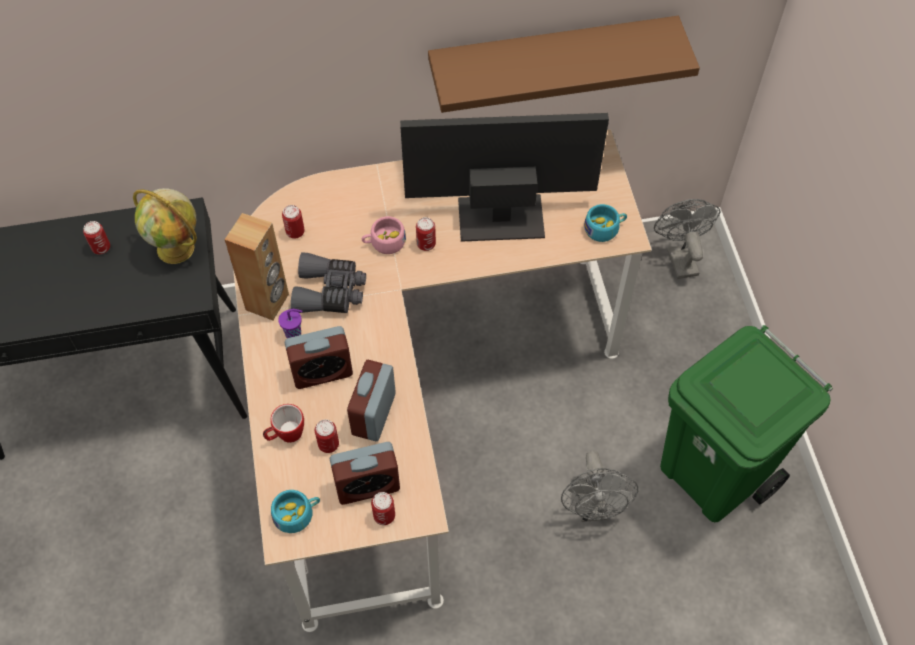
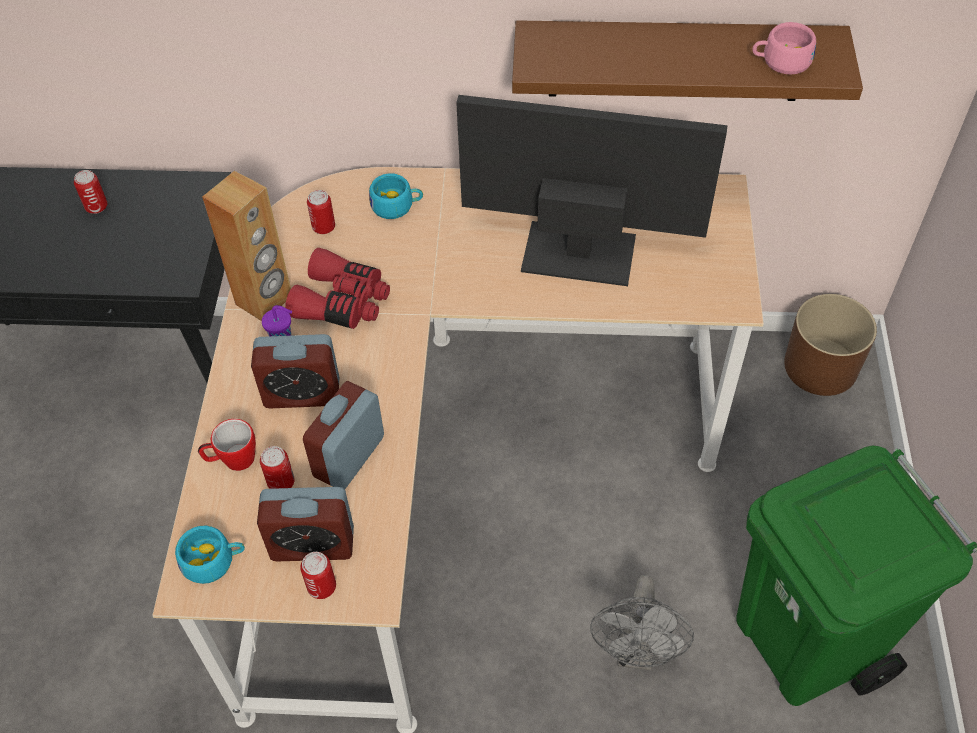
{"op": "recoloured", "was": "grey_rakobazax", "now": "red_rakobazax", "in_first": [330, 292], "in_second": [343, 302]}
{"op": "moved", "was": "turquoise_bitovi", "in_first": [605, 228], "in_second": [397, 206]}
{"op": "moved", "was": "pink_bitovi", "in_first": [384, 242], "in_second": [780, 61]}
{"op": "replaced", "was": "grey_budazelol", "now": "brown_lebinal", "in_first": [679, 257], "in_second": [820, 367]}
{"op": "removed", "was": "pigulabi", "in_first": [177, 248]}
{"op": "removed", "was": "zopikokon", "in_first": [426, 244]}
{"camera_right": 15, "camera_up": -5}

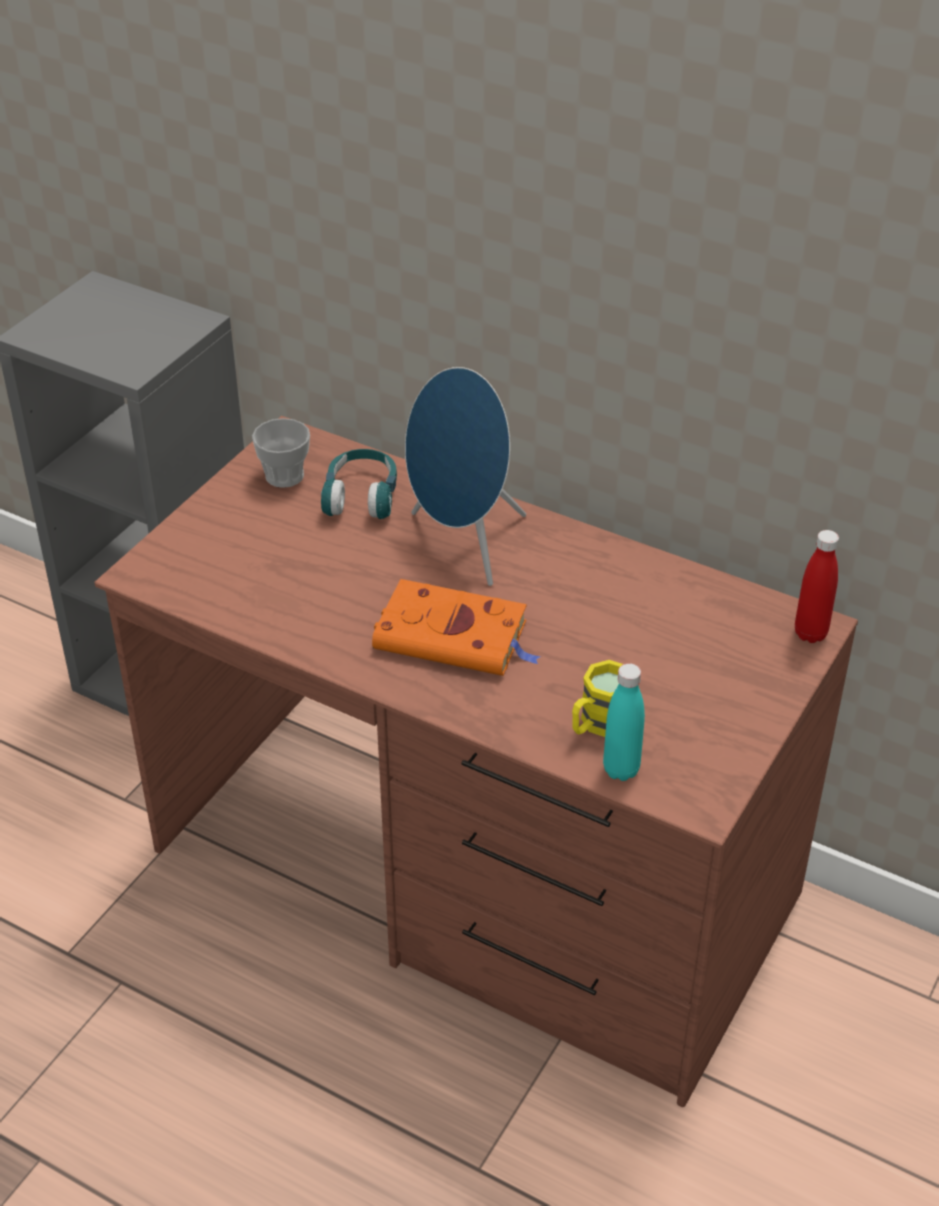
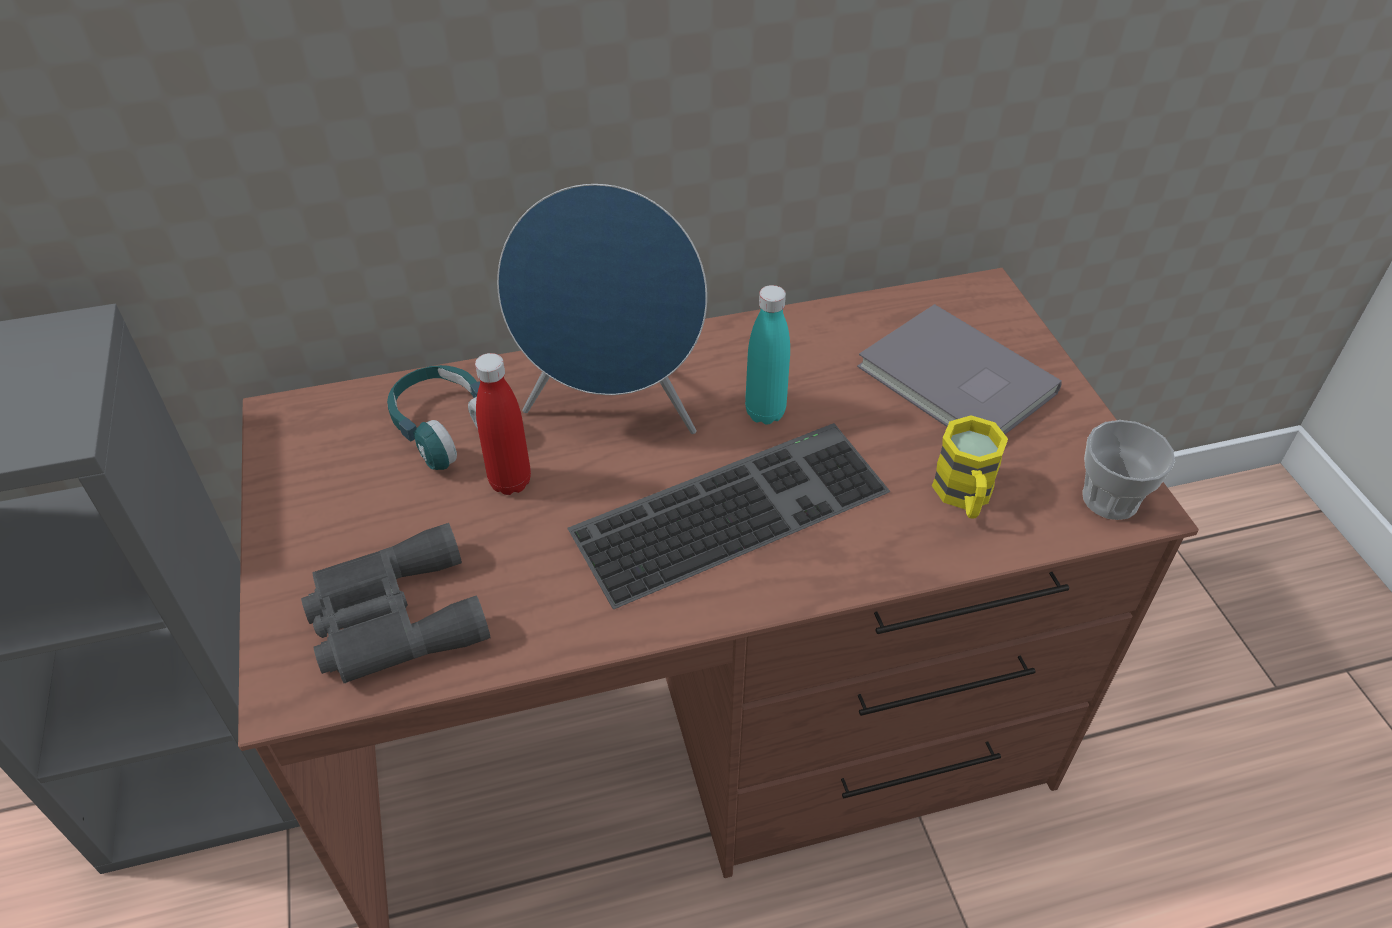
{"op": "added", "now": "grey_rakobazax", "in_second": [391, 618]}
{"op": "moved", "was": "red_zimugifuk", "in_first": [810, 633], "in_second": [510, 482]}
{"op": "replaced", "was": "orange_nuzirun", "now": "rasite", "in_first": [455, 637], "in_second": [731, 507]}
{"op": "moved", "was": "turquoise_zimugifuk", "in_first": [621, 769], "in_second": [765, 413]}
{"op": "added", "now": "grey_nuzirun", "in_second": [955, 383]}
{"op": "moved", "was": "bitovi", "in_first": [284, 476], "in_second": [1110, 499]}
{"camera_right": -45, "camera_up": 5}

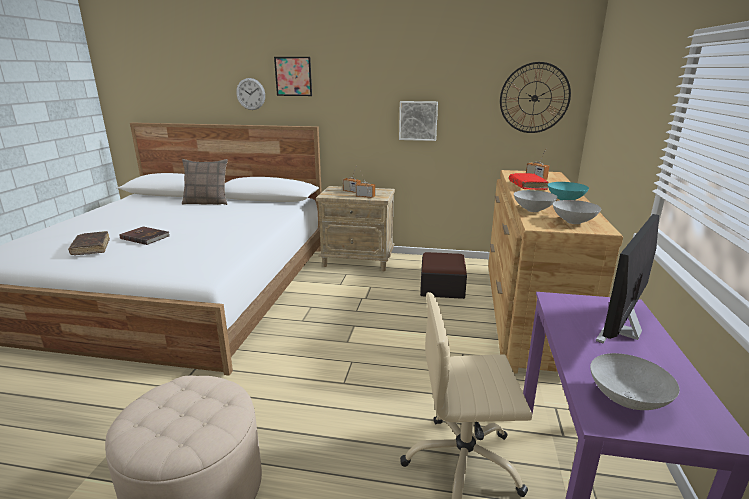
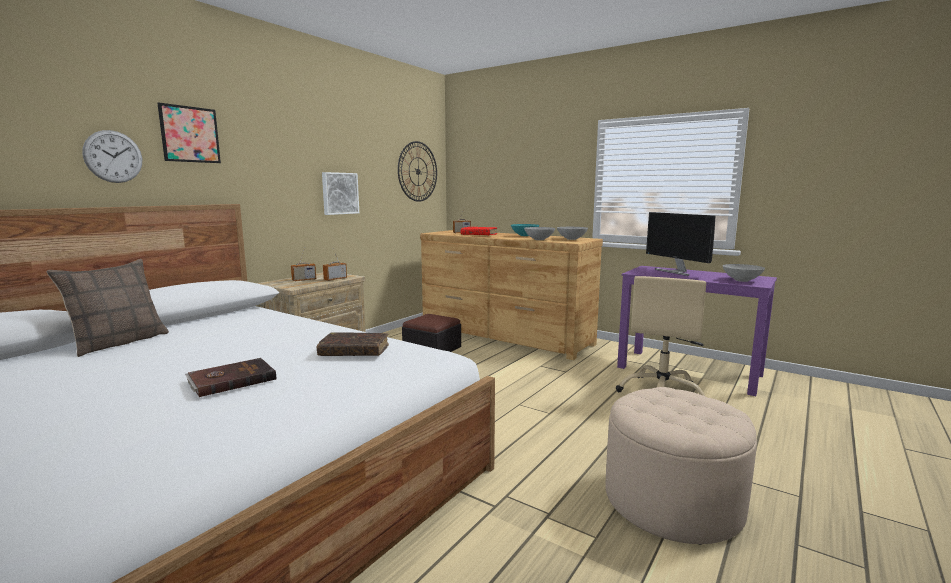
{"op": "moved", "was": "brown_nuzirun", "in_first": [91, 248], "in_second": [354, 352]}
{"camera_right": -65, "camera_up": -10}

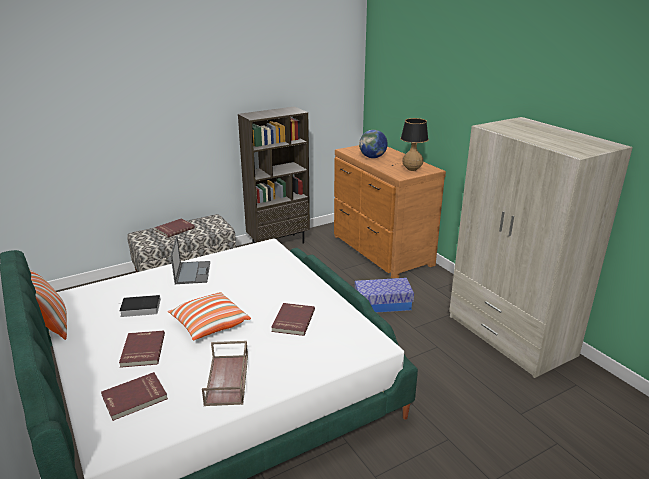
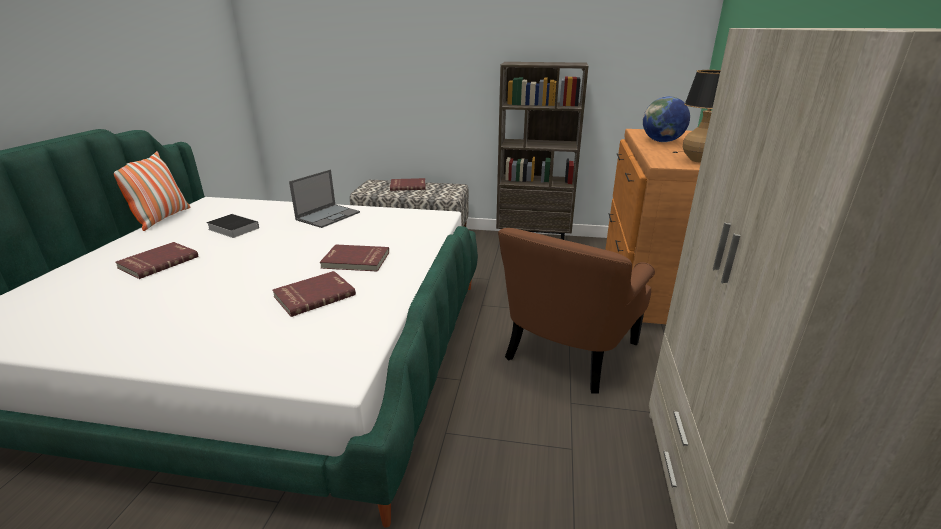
{"op": "moved", "was": "red_nuzirun", "in_first": [135, 398], "in_second": [355, 261]}
{"op": "replaced", "was": "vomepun", "now": "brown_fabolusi", "in_first": [382, 304], "in_second": [567, 351]}
{"op": "removed", "was": "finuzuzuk", "in_first": [209, 325]}
{"op": "removed", "was": "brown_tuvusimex", "in_first": [228, 380]}
{"camera_right": 40, "camera_up": 0}

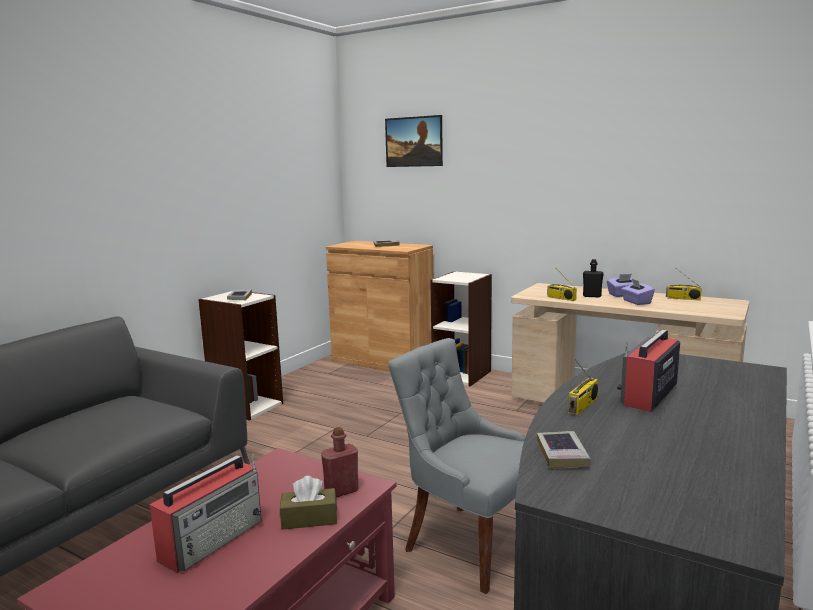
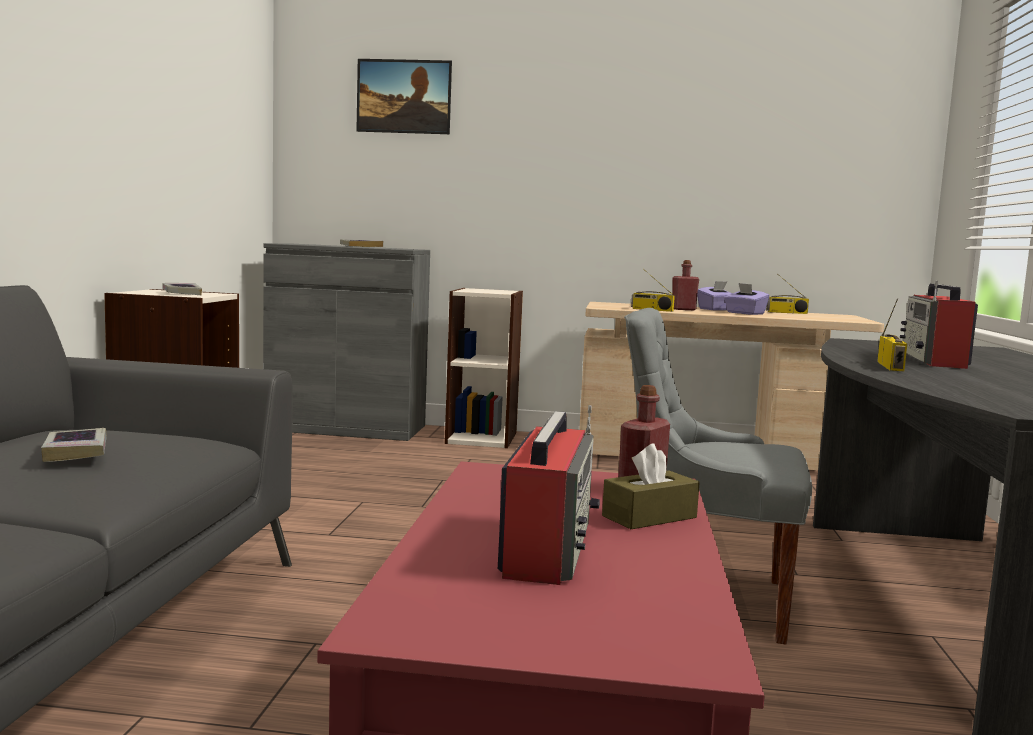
{"op": "moved", "was": "nuzirun", "in_first": [562, 454], "in_second": [76, 451]}
{"op": "recoloured", "was": "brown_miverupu", "now": "grey_miverupu", "in_first": [382, 361], "in_second": [346, 428]}
{"op": "recoloured", "was": "black_zimugifuk", "now": "red_zimugifuk", "in_first": [592, 296], "in_second": [683, 309]}
{"camera_right": -25, "camera_up": -5}

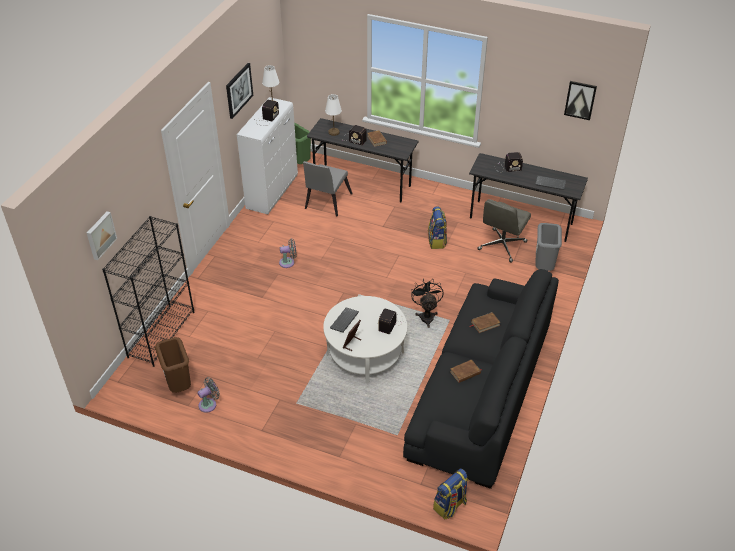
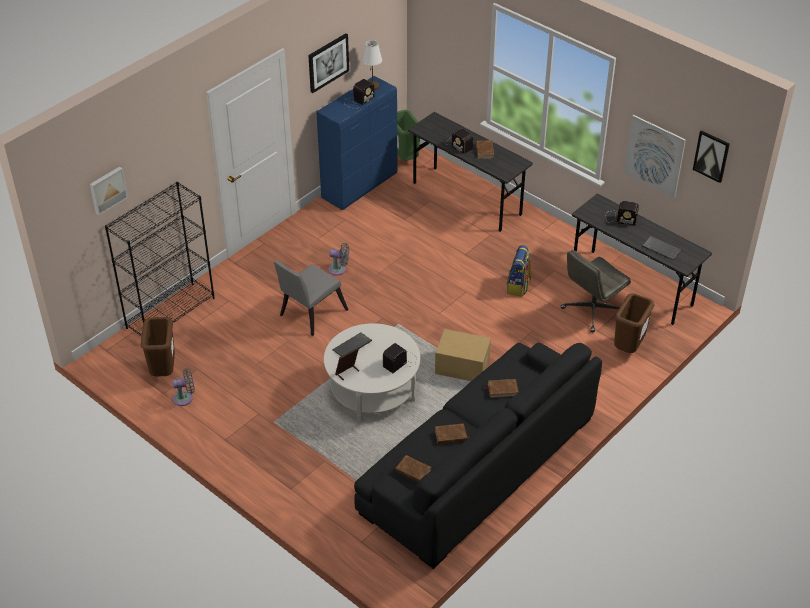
{"op": "moved", "was": "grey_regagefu", "in_first": [326, 203], "in_second": [310, 314]}
{"op": "recoloured", "was": "white_miverupu", "now": "blue_miverupu", "in_first": [272, 192], "in_second": [360, 186]}
{"op": "added", "now": "brown_nuzirun", "in_second": [413, 471]}
{"op": "replaced", "was": "black_budazelol", "now": "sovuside", "in_first": [426, 315], "in_second": [461, 367]}
{"op": "recoloured", "was": "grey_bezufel", "now": "brown_bezufel", "in_first": [544, 267], "in_second": [628, 348]}
{"op": "added", "now": "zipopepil", "in_second": [654, 156]}
{"op": "removed", "was": "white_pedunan", "in_first": [334, 132]}
{"op": "removed", "was": "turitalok", "in_first": [450, 506]}
{"camera_right": 20, "camera_up": 0}

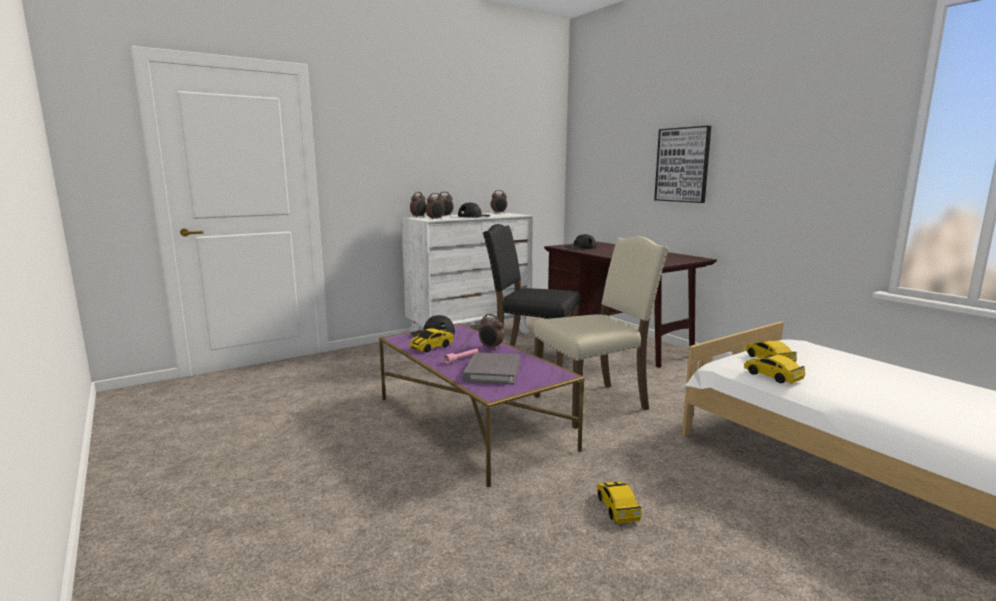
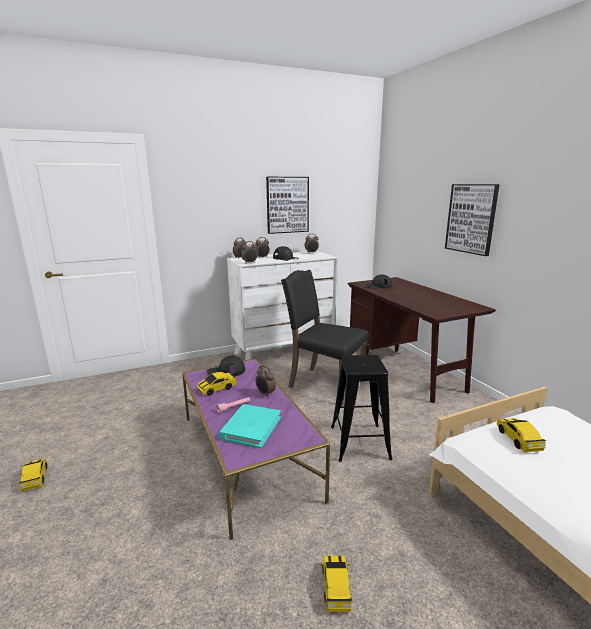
{"op": "moved", "was": "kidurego", "in_first": [772, 376], "in_second": [35, 478]}
{"op": "recoloured", "was": "grey_nuzirun", "now": "turquoise_nuzirun", "in_first": [492, 372], "in_second": [251, 428]}
{"op": "added", "now": "zipopepil", "in_second": [287, 205]}
{"op": "replaced", "was": "beige_regagefu", "now": "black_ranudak", "in_first": [593, 403], "in_second": [359, 442]}
{"camera_right": 10, "camera_up": 5}

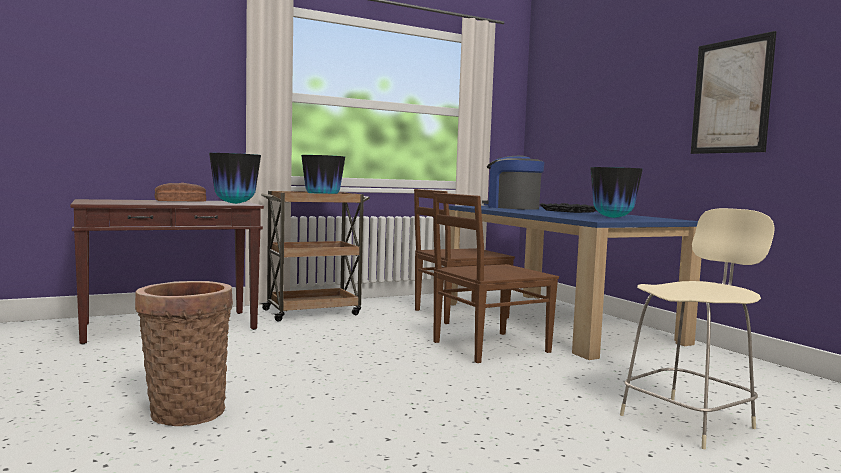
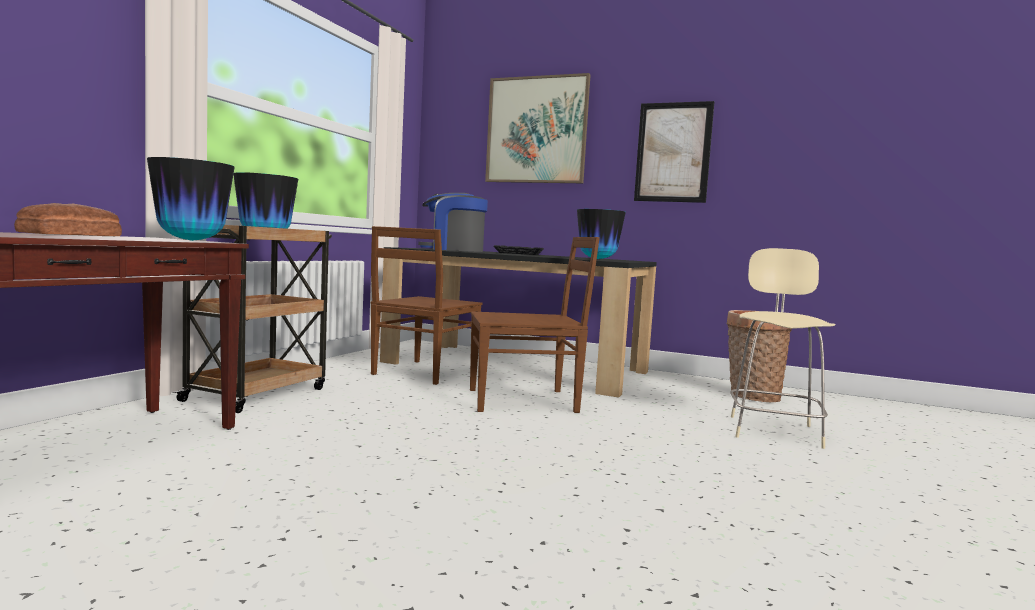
{"op": "recoloured", "was": "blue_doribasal", "now": "black_doribasal", "in_first": [554, 321], "in_second": [517, 367]}
{"op": "turned", "was": "brown_regagefu", "in_first": [488, 347], "in_second": [525, 401], "clockwise": -120}
{"op": "added", "now": "zipopepil", "in_second": [536, 130]}
{"op": "moved", "was": "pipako", "in_first": [185, 410], "in_second": [751, 396]}
{"camera_right": -40, "camera_up": 0}

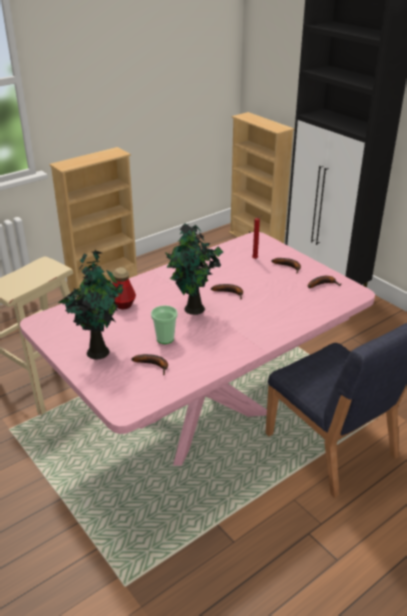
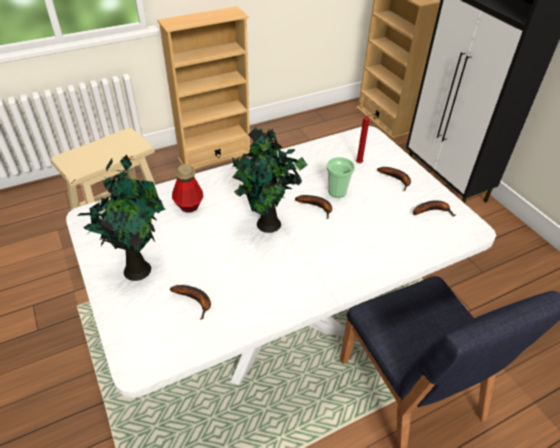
{"op": "recoloured", "was": "pink_doribasal", "now": "white_doribasal", "in_first": [202, 418], "in_second": [276, 328]}
{"op": "moved", "was": "bitovi", "in_first": [165, 338], "in_second": [337, 191]}
{"camera_right": 10, "camera_up": 10}

